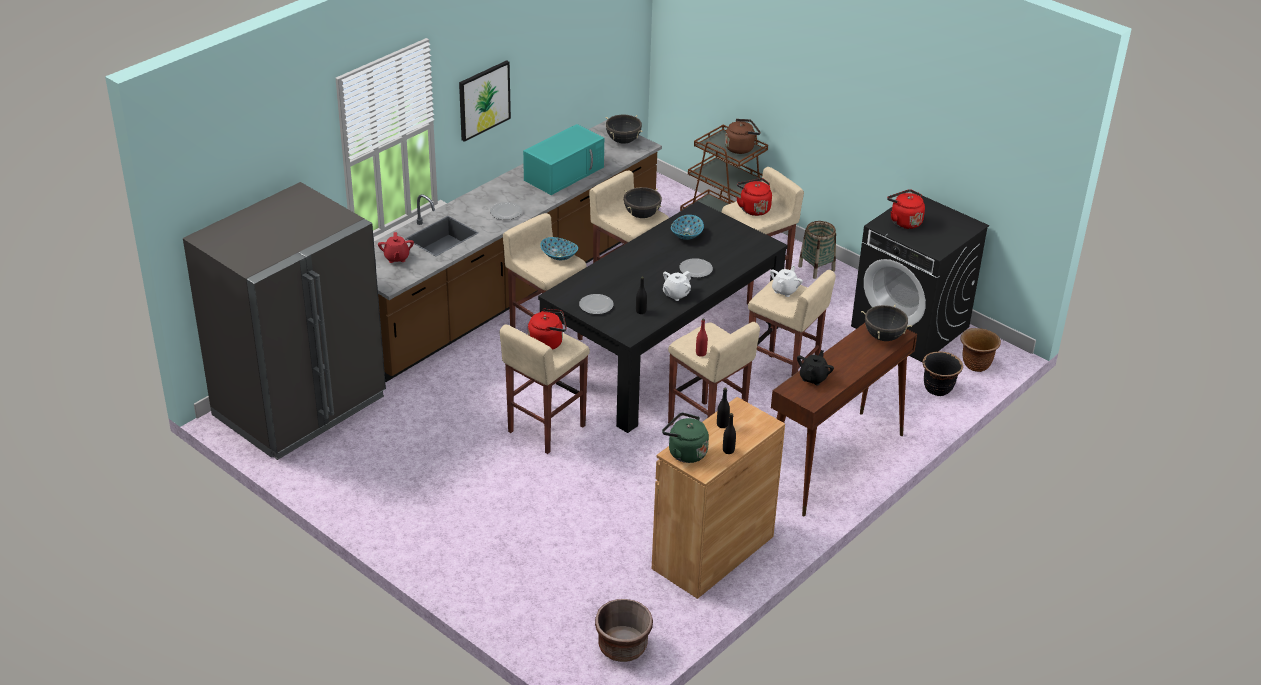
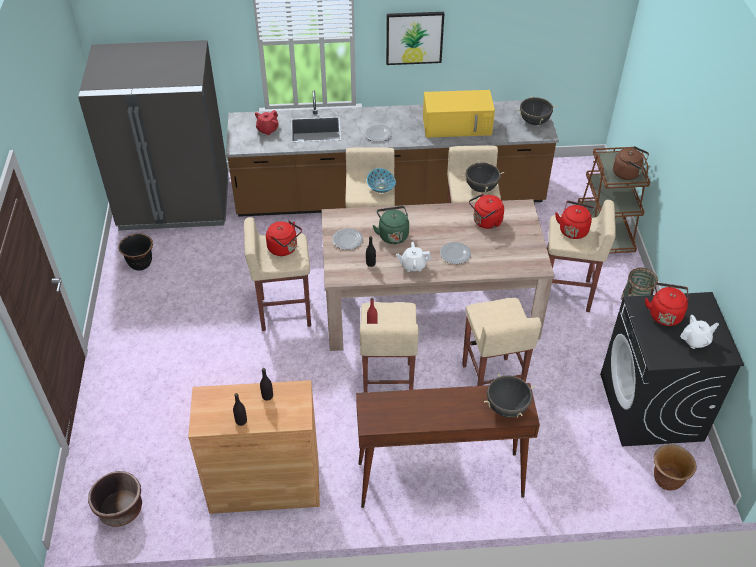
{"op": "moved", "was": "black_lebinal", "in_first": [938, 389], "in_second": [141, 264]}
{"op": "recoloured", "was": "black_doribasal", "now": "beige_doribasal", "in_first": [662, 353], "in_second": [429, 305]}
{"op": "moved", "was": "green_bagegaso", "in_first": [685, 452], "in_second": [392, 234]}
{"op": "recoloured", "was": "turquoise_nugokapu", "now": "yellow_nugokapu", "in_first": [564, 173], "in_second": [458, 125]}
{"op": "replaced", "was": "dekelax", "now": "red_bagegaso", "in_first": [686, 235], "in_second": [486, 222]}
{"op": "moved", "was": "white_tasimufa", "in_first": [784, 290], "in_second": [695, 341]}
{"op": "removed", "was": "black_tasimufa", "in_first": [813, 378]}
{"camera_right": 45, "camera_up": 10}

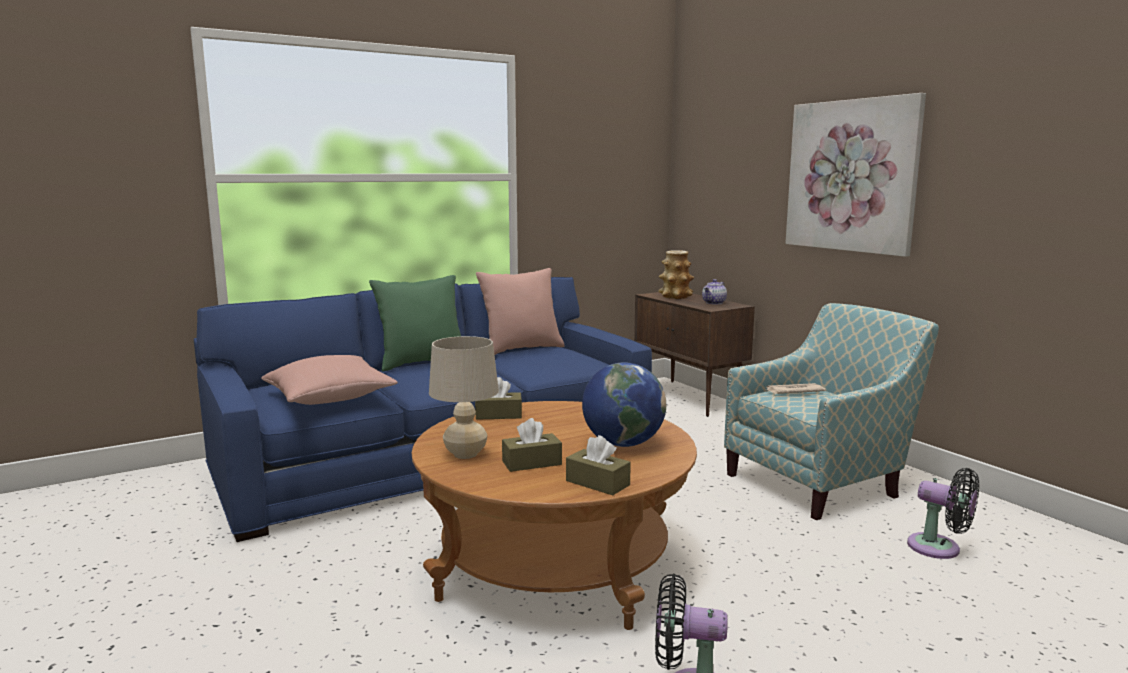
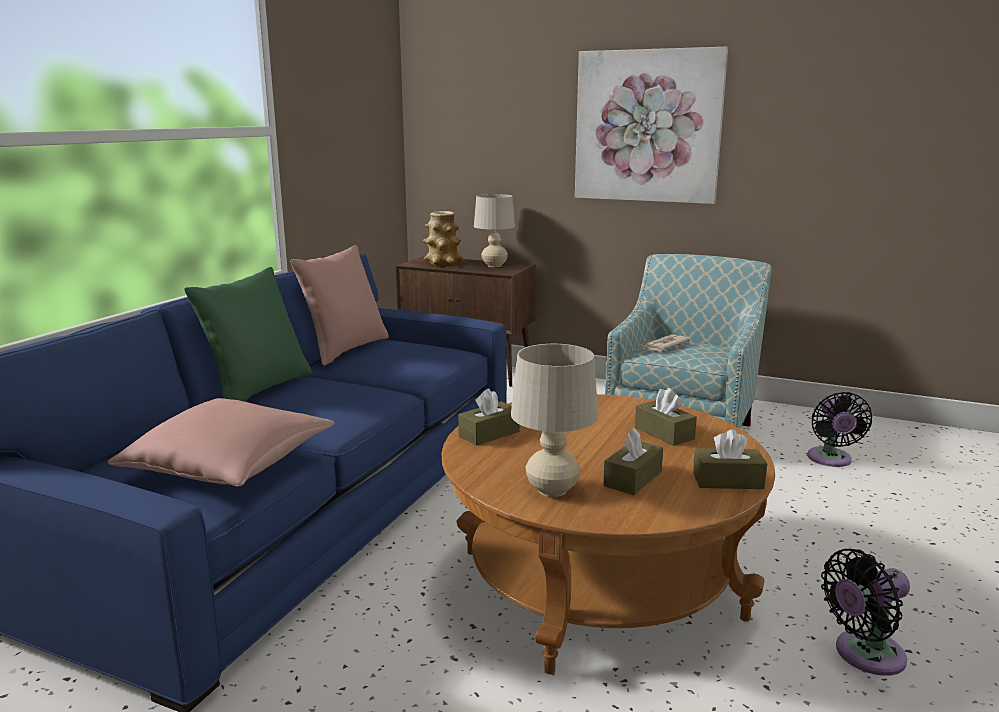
{"op": "replaced", "was": "tasimufa", "now": "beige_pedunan", "in_first": [714, 303], "in_second": [494, 265]}
{"op": "replaced", "was": "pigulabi", "now": "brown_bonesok", "in_first": [623, 443], "in_second": [664, 433]}
{"op": "turned", "was": "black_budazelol", "in_first": [939, 548], "in_second": [830, 460], "clockwise": 90}
{"camera_right": -35, "camera_up": 5}

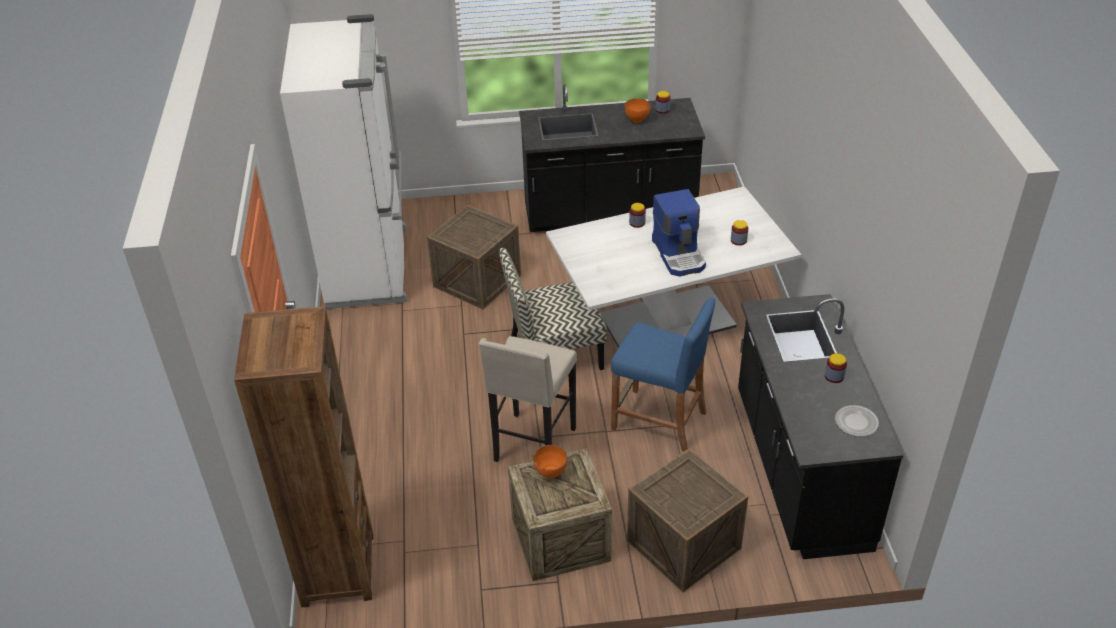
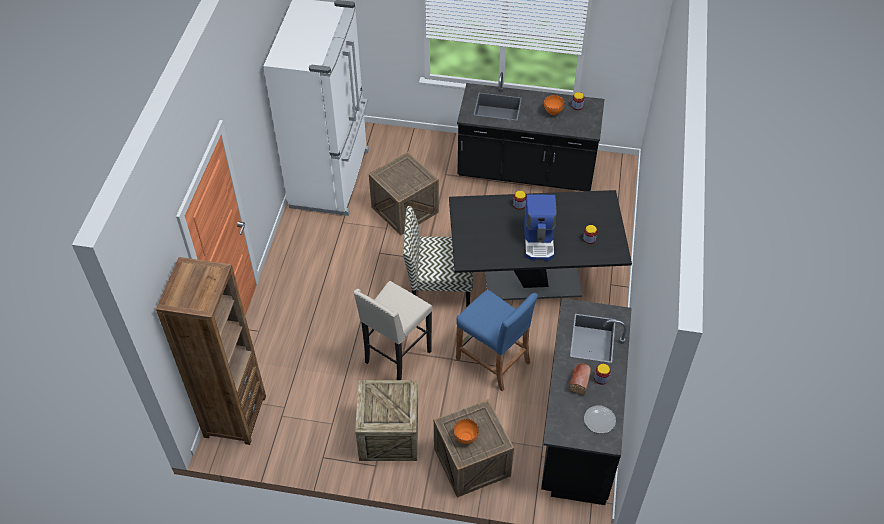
{"op": "recoloured", "was": "white_doribasal", "now": "black_doribasal", "in_first": [667, 321], "in_second": [532, 278]}
{"op": "moved", "was": "orange_dekelax", "in_first": [551, 473], "in_second": [466, 438]}
{"op": "added", "now": "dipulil", "in_second": [580, 380]}
{"camera_right": 15, "camera_up": 10}

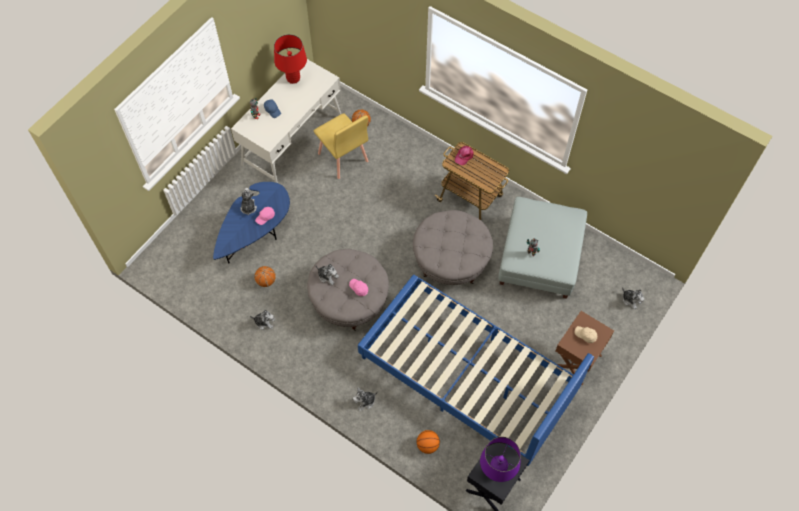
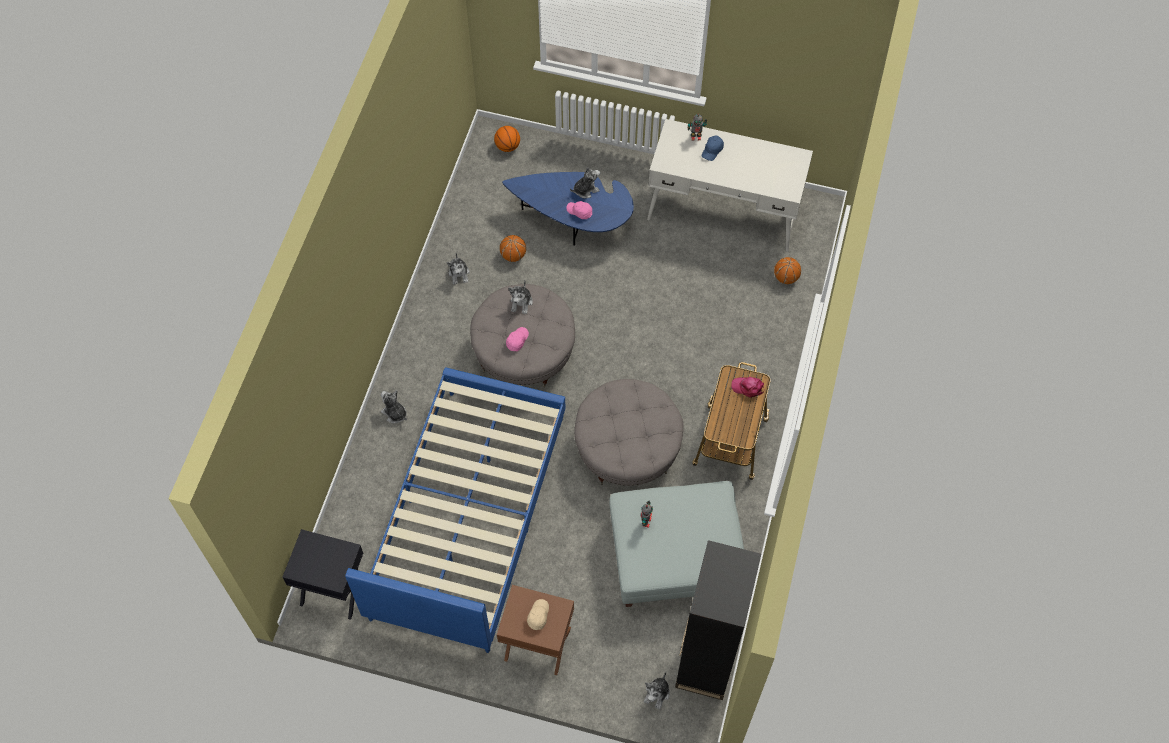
{"op": "moved", "was": "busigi", "in_first": [427, 445], "in_second": [507, 146]}
{"op": "added", "now": "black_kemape", "in_second": [706, 660]}
{"op": "removed", "was": "red_pedunan", "in_first": [293, 78]}
{"op": "removed", "was": "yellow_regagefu", "in_first": [343, 158]}
{"op": "removed", "was": "purple_pedunan", "in_first": [496, 471]}
{"camera_right": 70, "camera_up": 0}

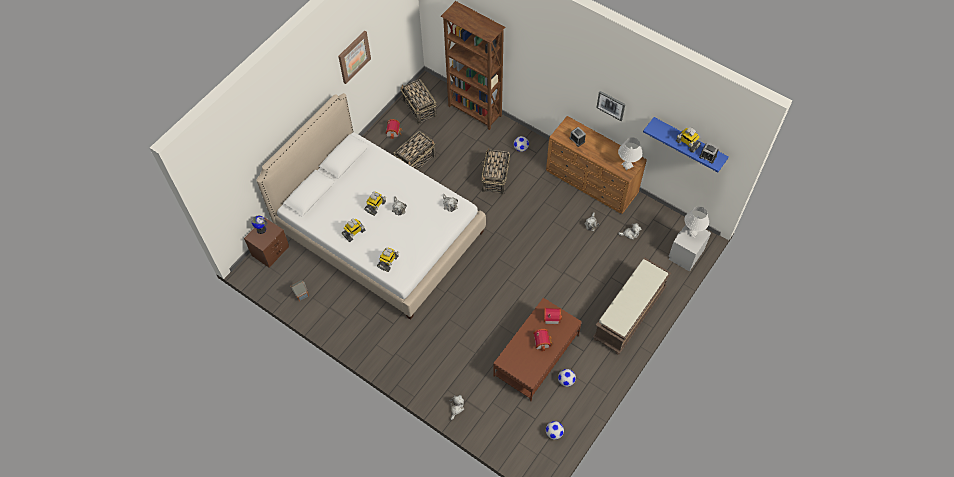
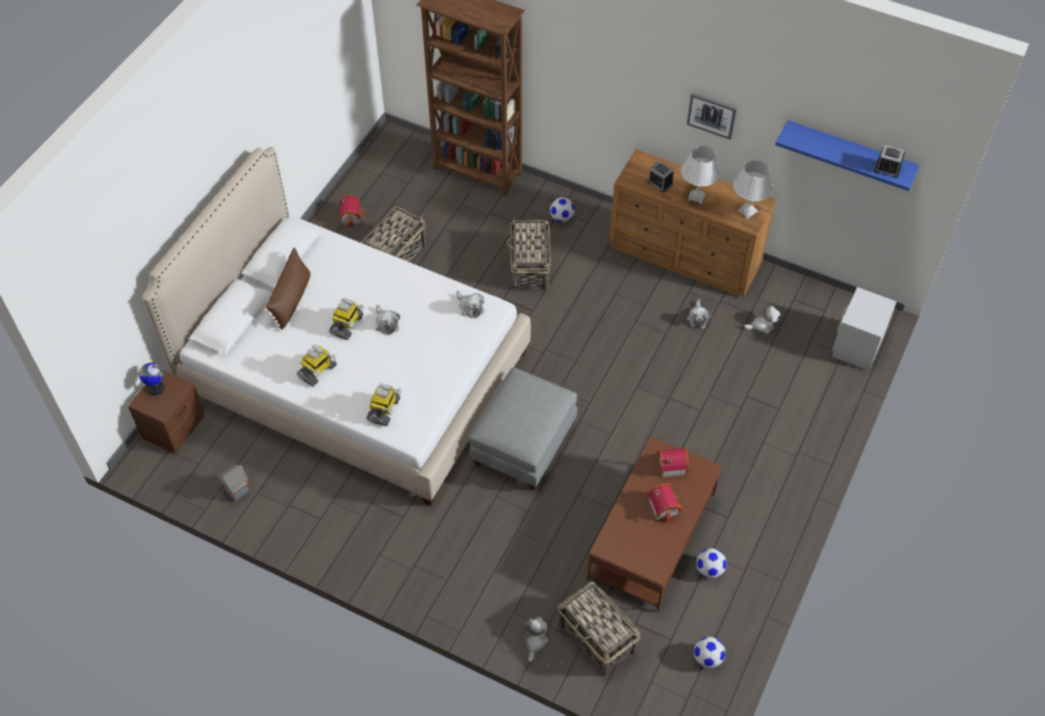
{"op": "added", "now": "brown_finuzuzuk", "in_second": [291, 299]}
{"op": "added", "now": "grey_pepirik", "in_second": [523, 444]}
{"op": "moved", "was": "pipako", "in_first": [419, 109], "in_second": [597, 639]}
{"op": "moved", "was": "white_pedunan", "in_first": [692, 232], "in_second": [696, 197]}
{"op": "removed", "was": "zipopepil", "in_first": [353, 56]}
{"op": "removed", "was": "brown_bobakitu", "in_first": [629, 315]}
{"op": "removed", "was": "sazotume", "in_first": [687, 144]}
{"camera_right": -10, "camera_up": -5}

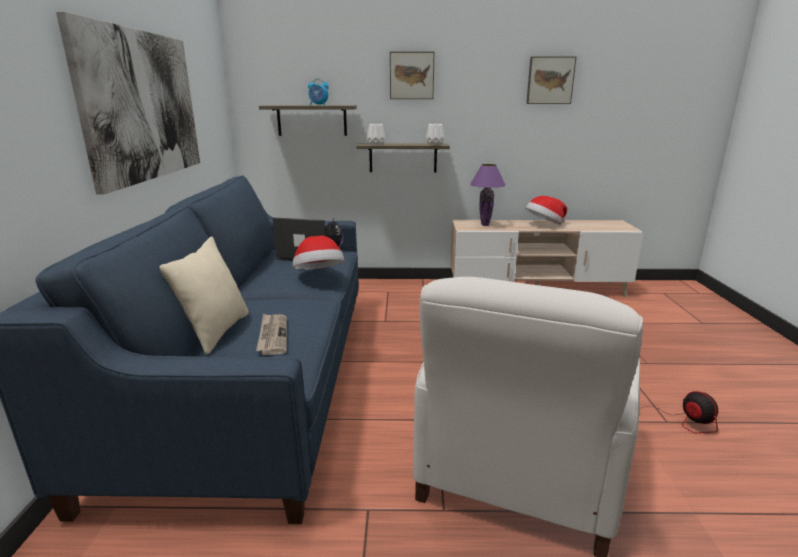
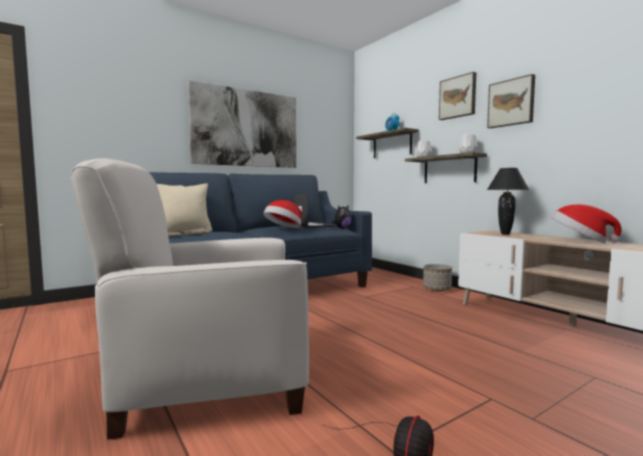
{"op": "added", "now": "lebinal", "in_second": [437, 289]}
{"op": "moved", "was": "zipopepil", "in_first": [550, 80], "in_second": [511, 103]}
{"op": "recoloured", "was": "purple_pedunan", "now": "black_pedunan", "in_first": [484, 225], "in_second": [505, 234]}
{"camera_right": 55, "camera_up": -15}

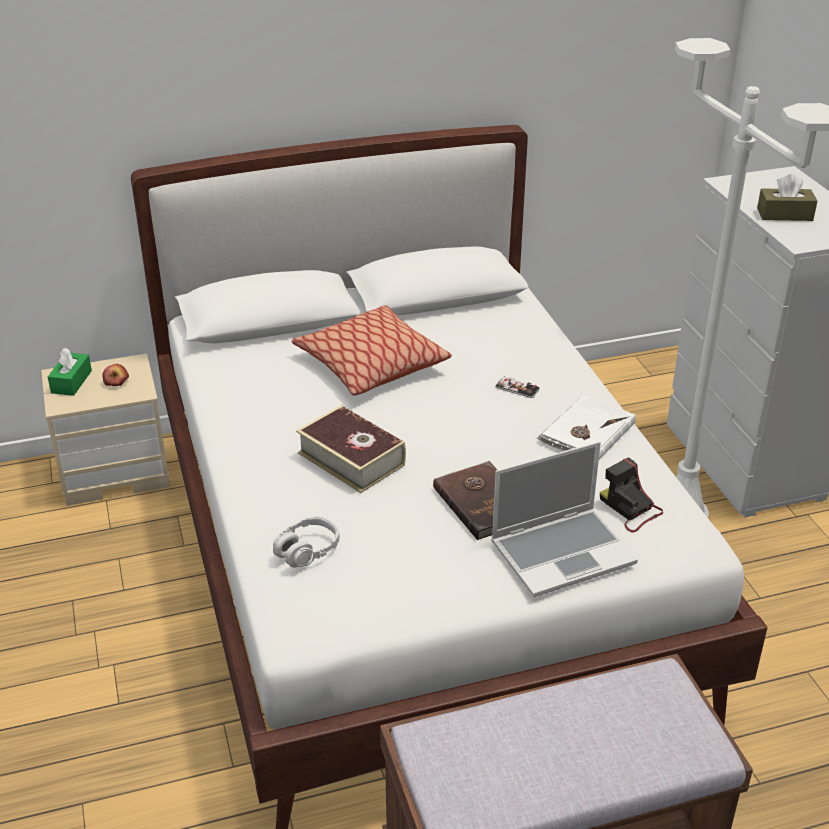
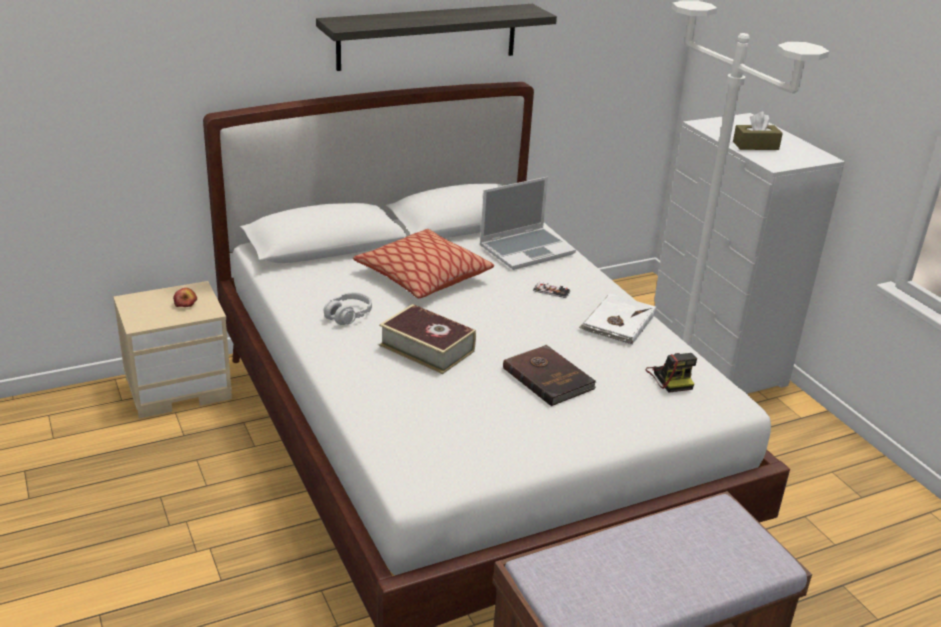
{"op": "added", "now": "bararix", "in_second": [428, 36]}
{"op": "moved", "was": "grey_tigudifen", "in_first": [307, 550], "in_second": [348, 315]}
{"op": "moved", "was": "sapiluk", "in_first": [563, 552], "in_second": [527, 249]}
{"op": "turned", "was": "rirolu", "in_first": [630, 509], "in_second": [670, 378], "clockwise": -150}
{"op": "removed", "was": "green_bonesok", "in_first": [71, 382]}
{"camera_right": -10, "camera_up": -5}

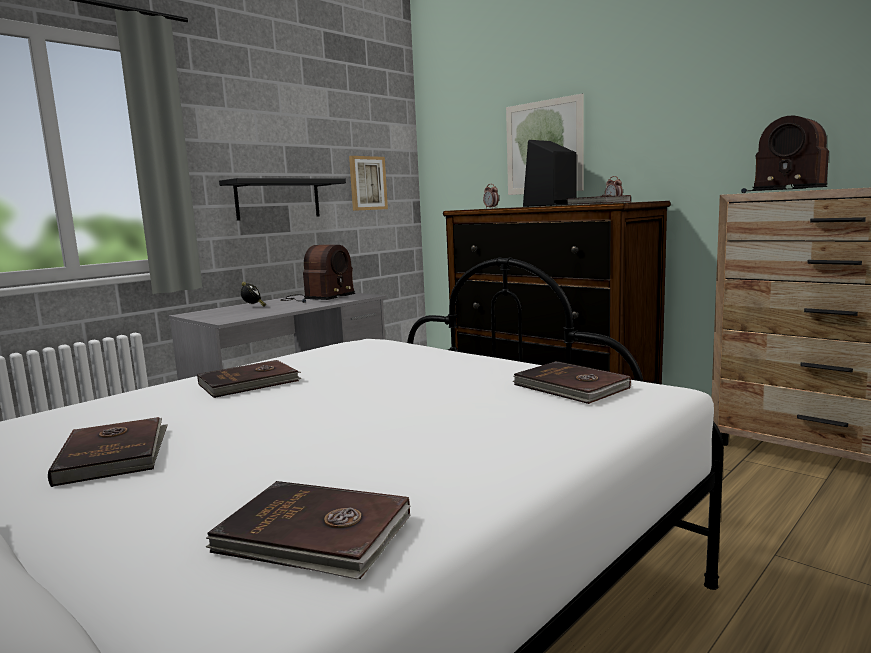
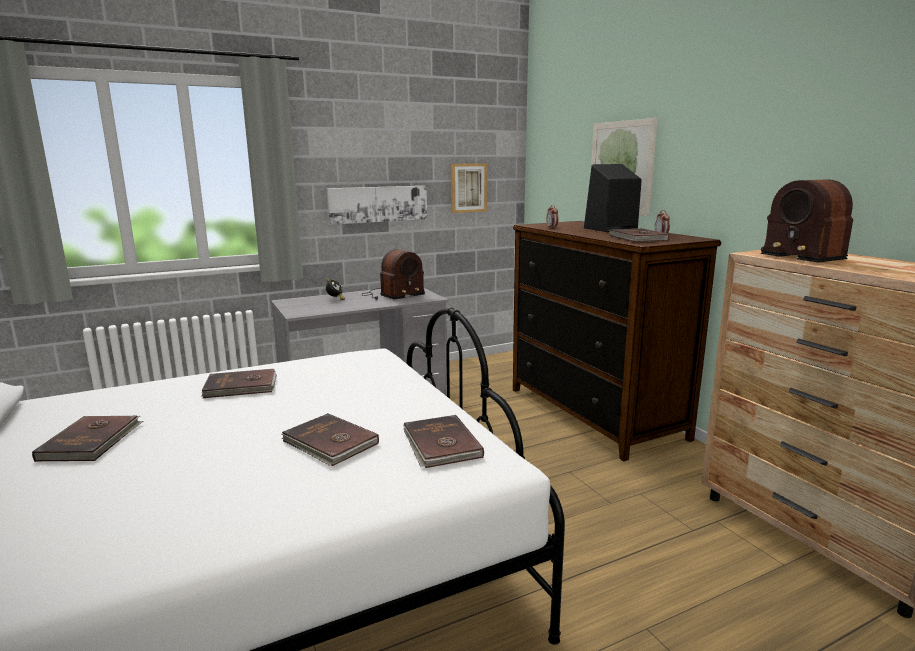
{"op": "moved", "was": "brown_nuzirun", "in_first": [314, 535], "in_second": [330, 443]}
{"op": "replaced", "was": "black_bararix", "now": "zipopepil", "in_first": [278, 199], "in_second": [378, 204]}
{"camera_right": 20, "camera_up": 5}

